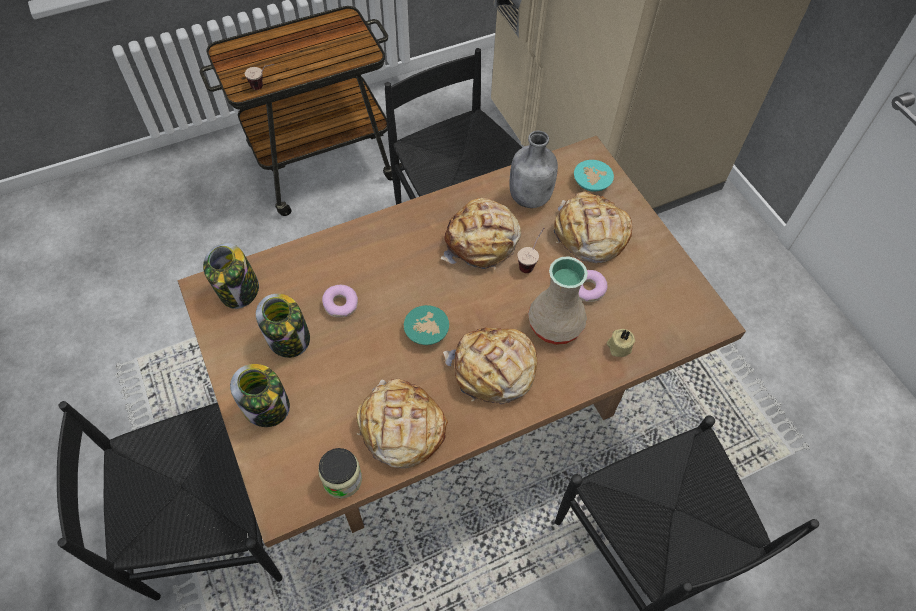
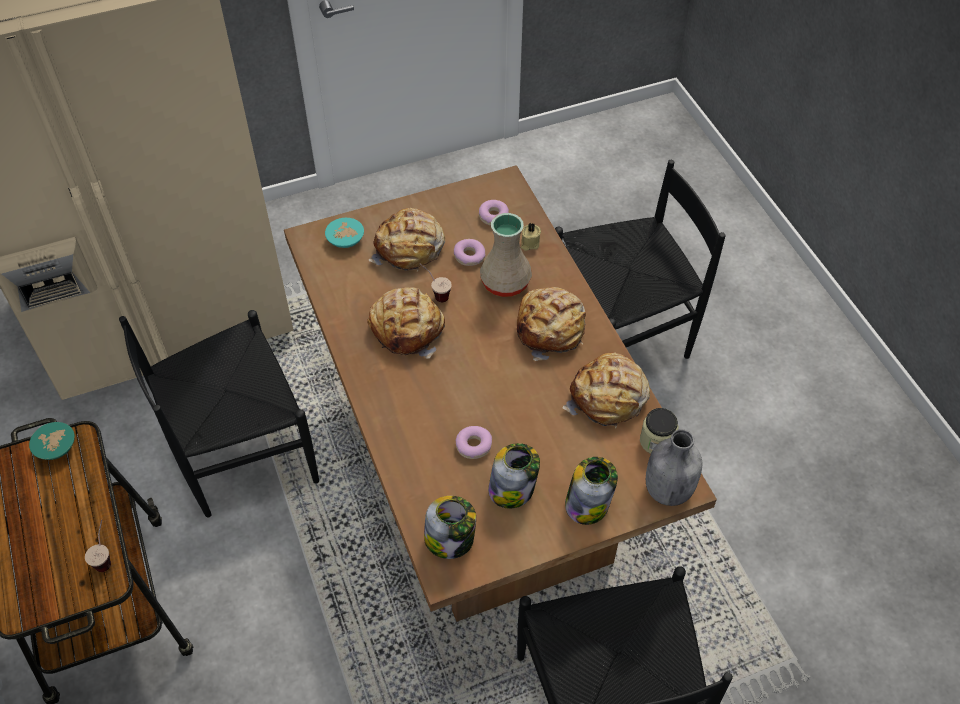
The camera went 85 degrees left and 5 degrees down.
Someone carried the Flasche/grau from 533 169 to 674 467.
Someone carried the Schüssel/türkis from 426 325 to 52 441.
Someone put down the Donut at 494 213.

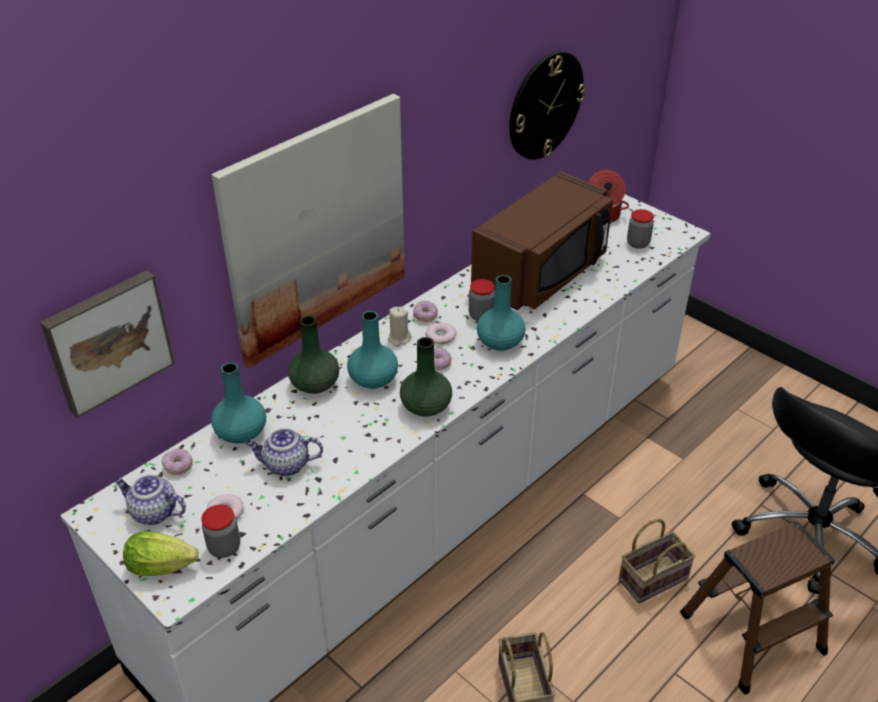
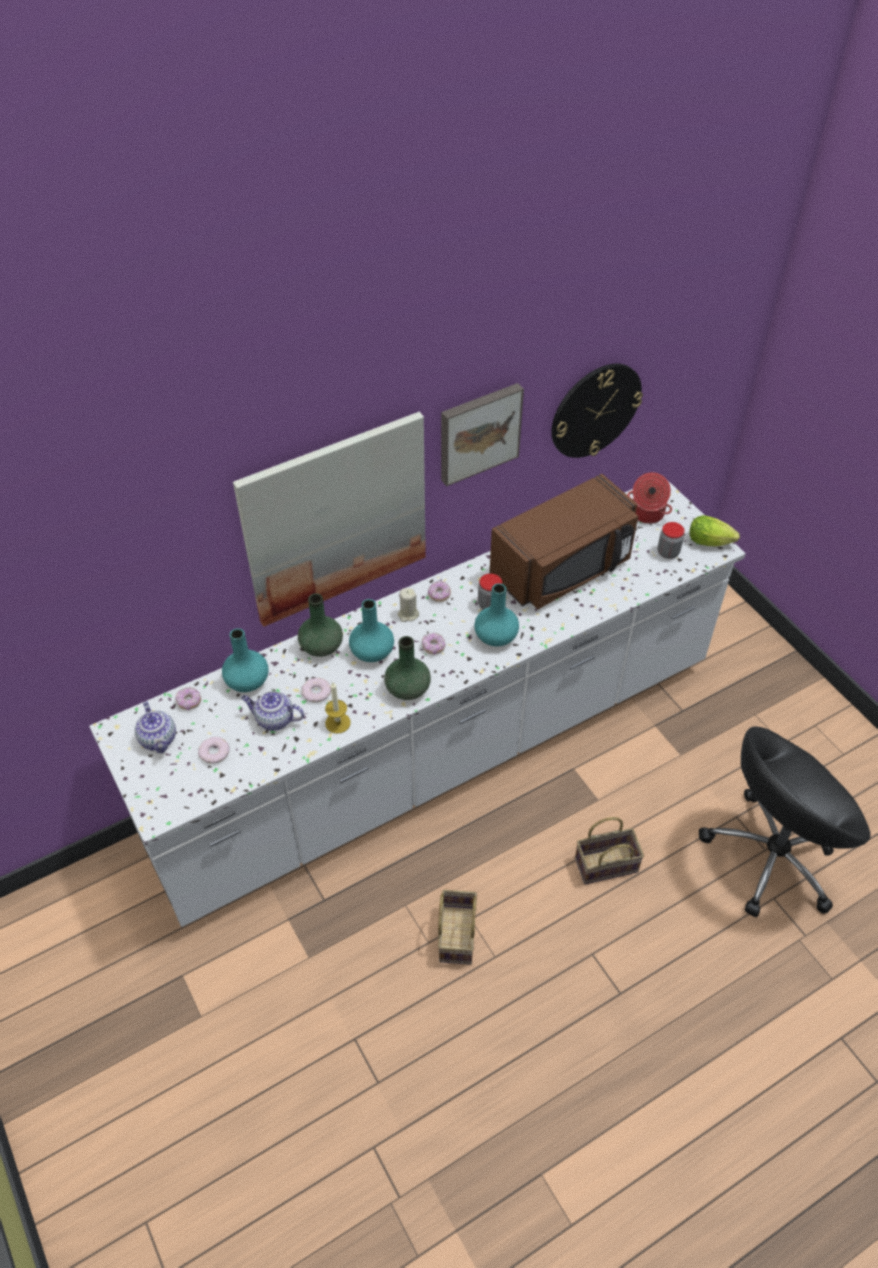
The camera went 15 degrees right and 10 degrees up.
Someone carried the Bild from 107 344 to 482 434.
Someone carried the Donut from 440 333 to 316 690.
Someone rotated the Teekanne at 149 500 by 150 degrees counterclockwise.
Someone took away the Vorratsglas at 220 531.
Someone took away the Trittleiter/braun at 757 607.
Someone carried the Salatkopf from 160 553 to 715 530.
Someone put down the Kerze at 338 708.

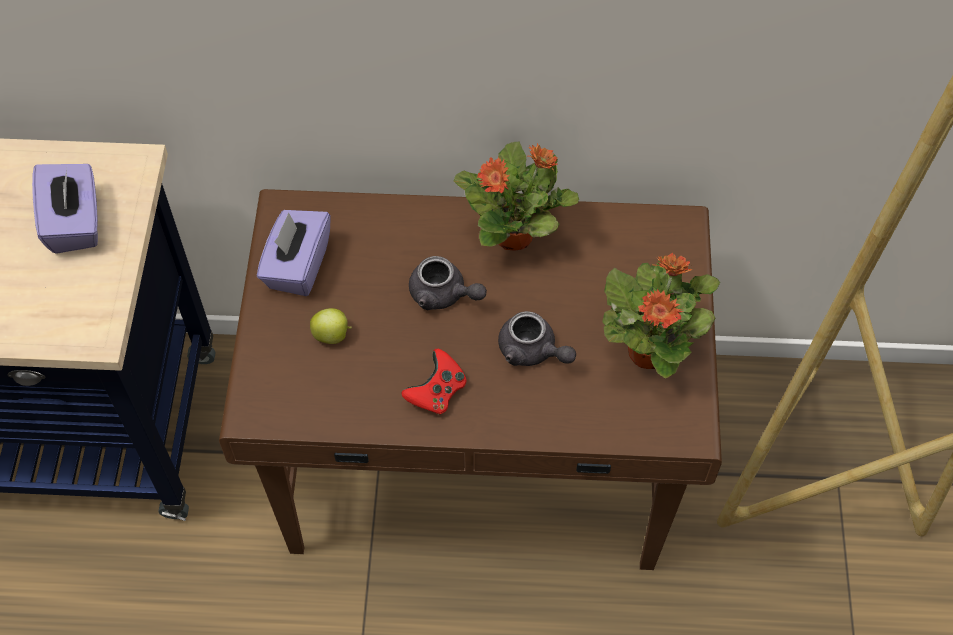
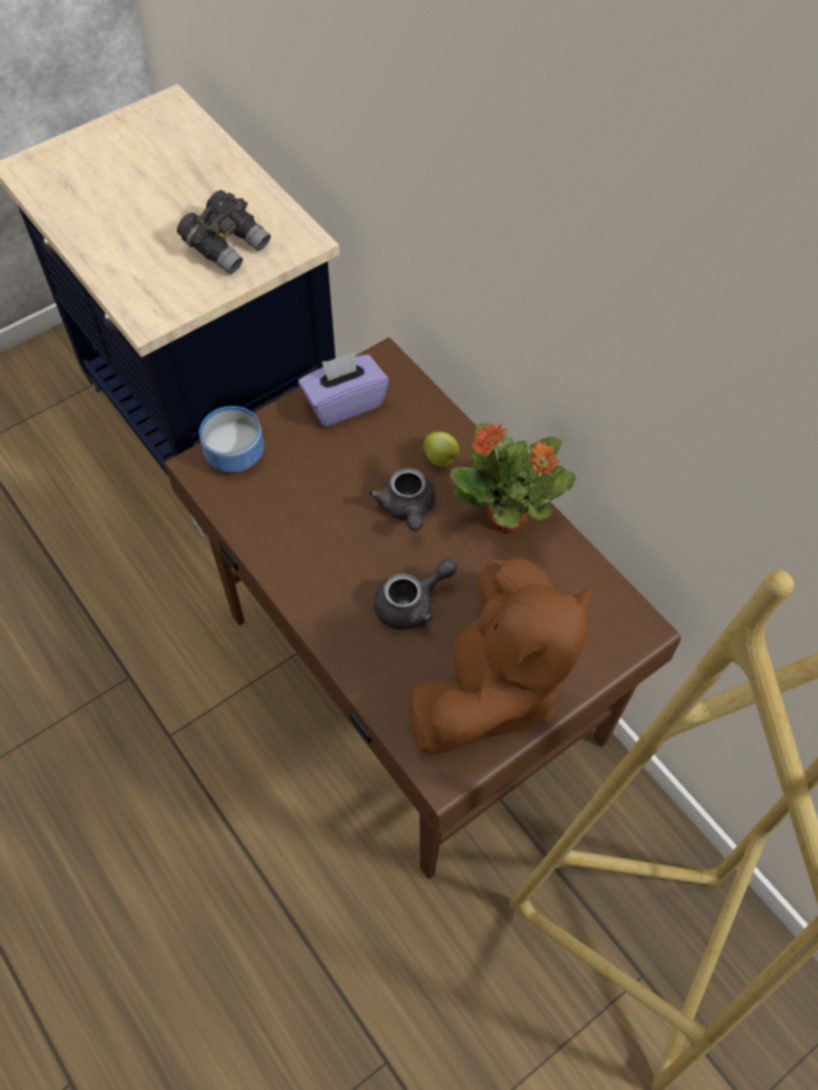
The camera went 50 degrees right and 0 degrees up.
Someone swapped the Taschentuchbox/lila at 65 209 for the Fernglas/grau at 224 232.
Someone swapped the Topfpflanze at 661 316 for the Plüschtier/braun at 500 656.
Someone carried the Apfel from 331 326 to 441 449.
Someone rotated the Teekanne/grau at 537 338 by 120 degrees counterclockwise.
Someone took away the Gamepad/rot at 434 381.
Someone put down the Schüssel at 231 439.

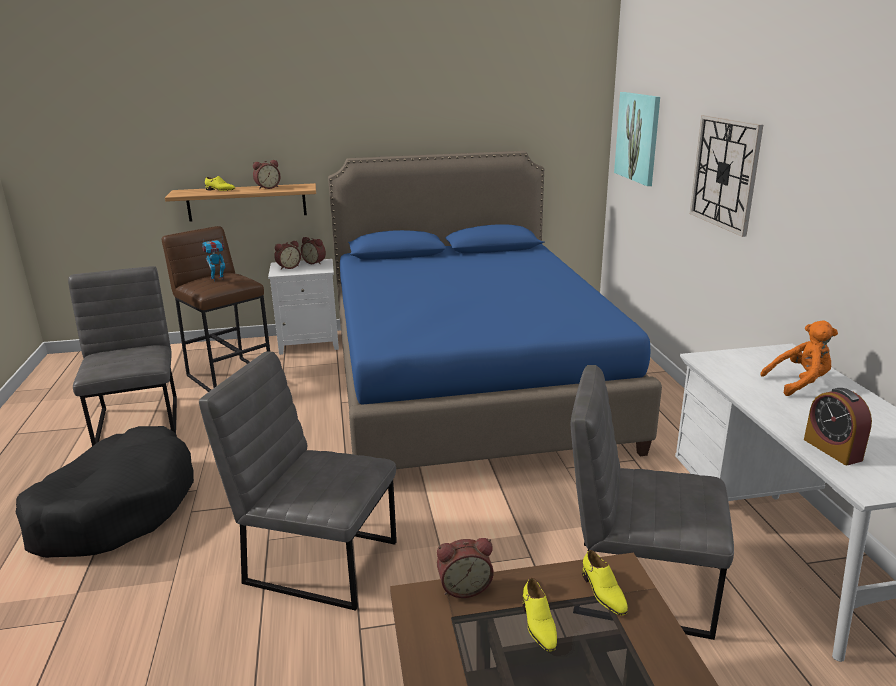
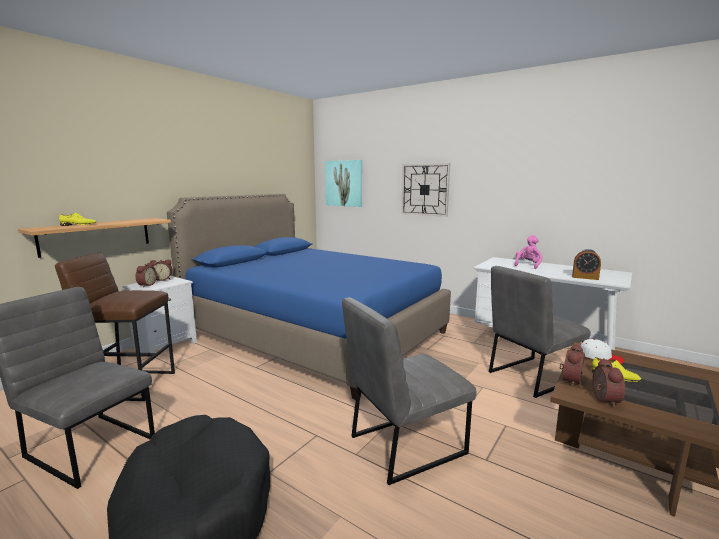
The camera went 45 degrees left and 10 degrees down.
Someone carried the Wecker from 267 175 to 608 382.
Someone took away the Spielzeugroboter at 214 258.
Someone repainted the Plüschtier/orange at 799 358, which became the Plüschtier/rosa at 528 252.
Someone swapped the Schuh/gelb at 605 582 for the Kappe/weiß at 602 351.

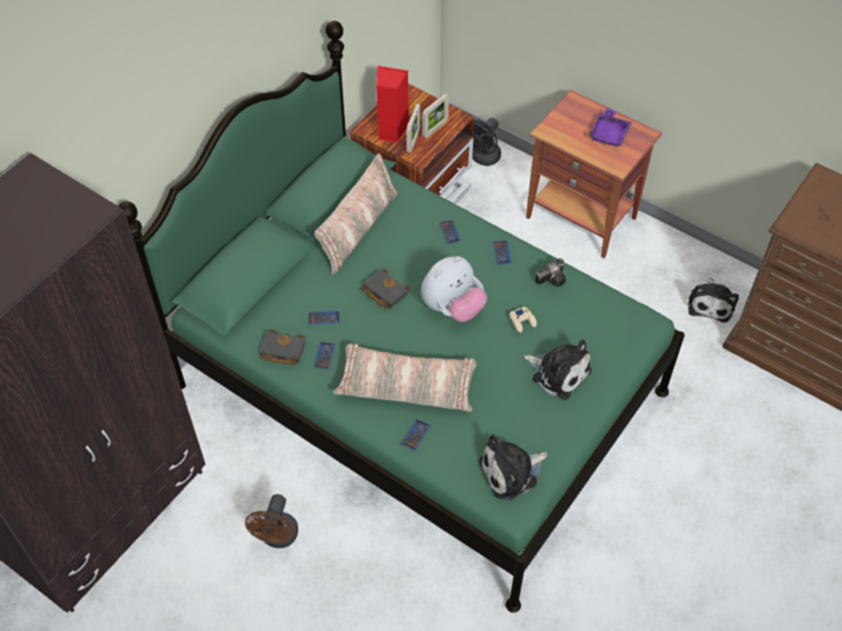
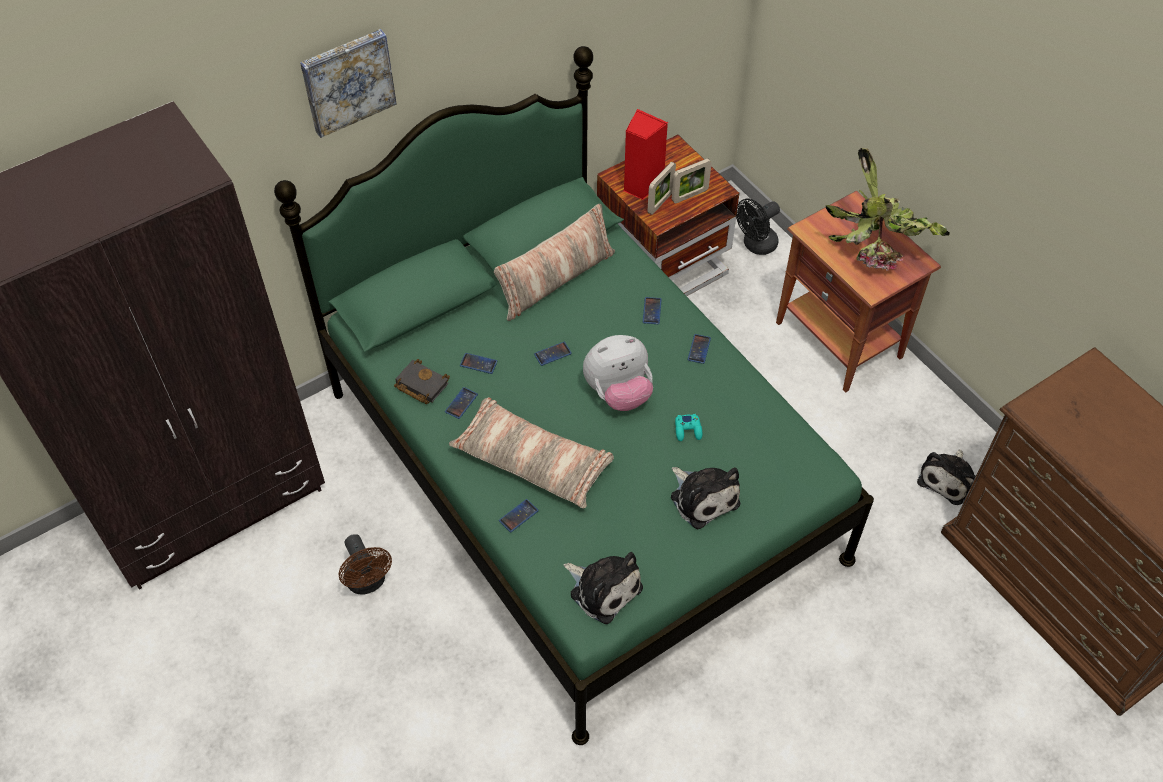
The camera went 20 degrees right and 0 degrees up.
Someone swapped the Tablett/lila at 610 127 for the Topfpflanze at 888 209.
Someone took away the Kamera at 550 272.
Someone swapped the Buch/schwarz at 385 289 for the Handy at 553 354.
Someone repainted the Gamepad/beige at 523 320, which became the Gamepad/türkis at 688 427.
Someone rotated the Plüschtier at 513 467 by 135 degrees counterclockwise.
Someone rotated the Ventilator/braun at 271 521 by 60 degrees counterclockwise.
Someone put up the Bild at 348 83.

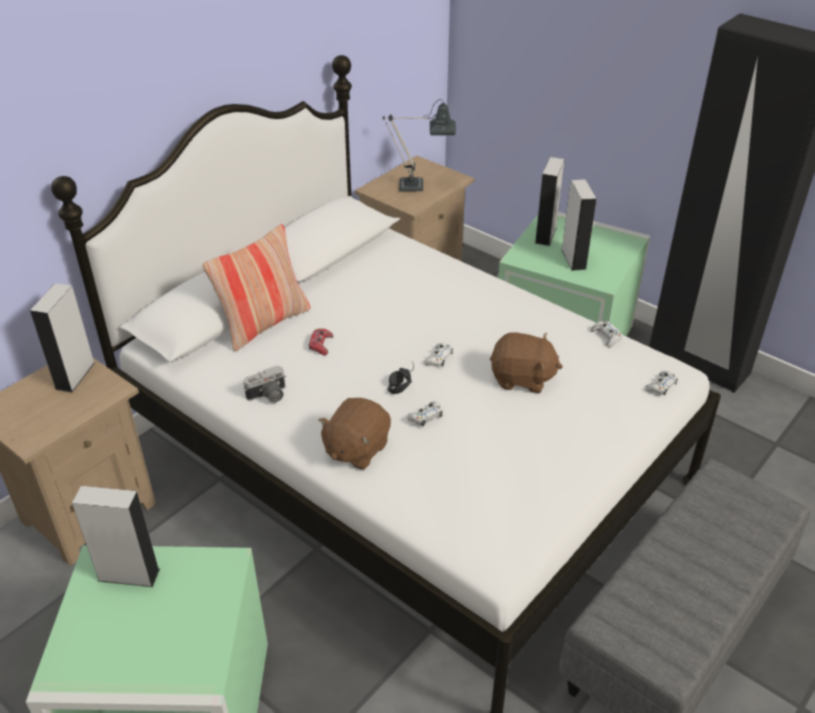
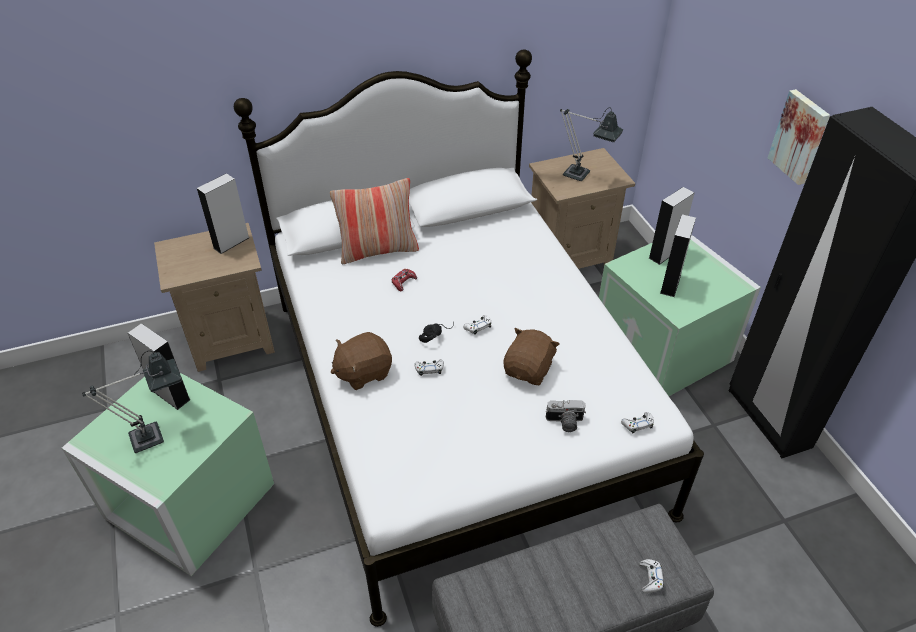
The camera went 30 degrees right and 5 degrees up.
Someone carried the Gamepad/weiß from 606 334 to 651 576.
Someone rotated the Plüschtier/braun at 526 362 by 105 degrees counterclockwise.
Someone carried the Kamera from 264 384 to 566 416.
Someone put up the Bild at 799 137.
Someone put down the Tischlampe at 132 402.

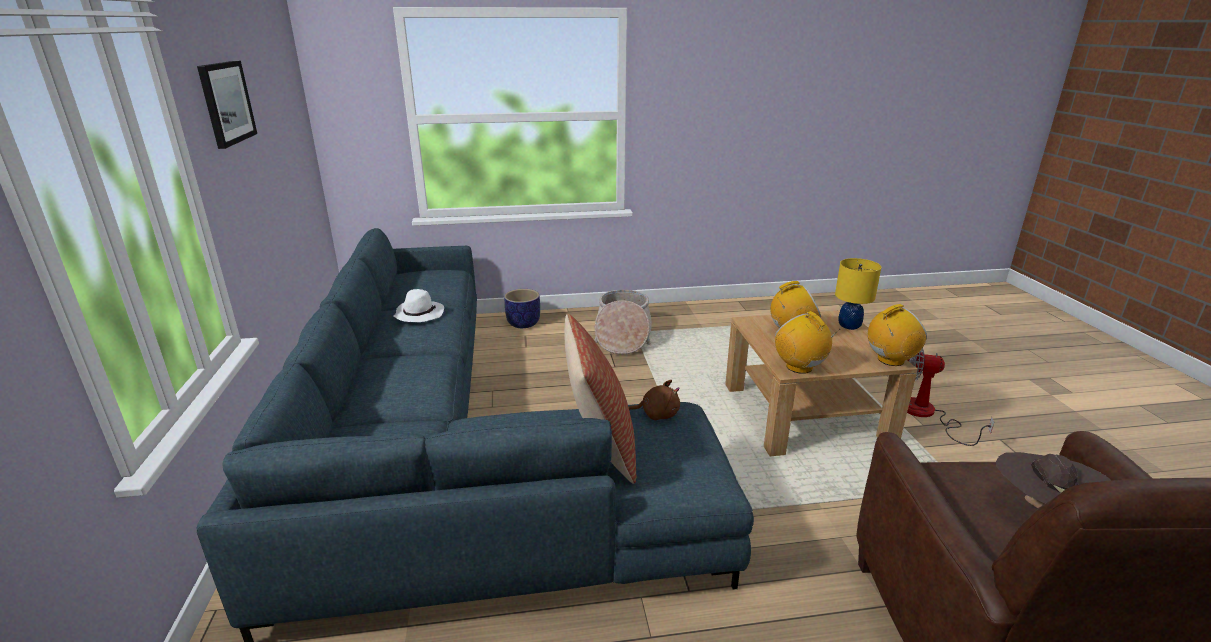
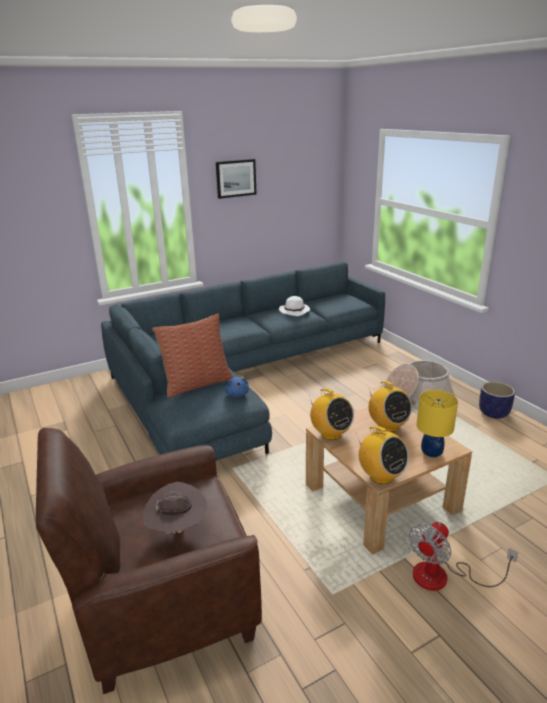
The camera went 70 degrees right and 0 degrees up.
Someone carried the Pflanzkübel from 522 308 to 497 400.
Someone rotated the Radio at 807 342 by 105 degrees clockwise.
Someone rotated the Ventilator at 950 397 by 135 degrees counterclockwise.
Someone repainted the Plüschtier/braun at 654 400, which became the Plüschtier/blau at 237 387.

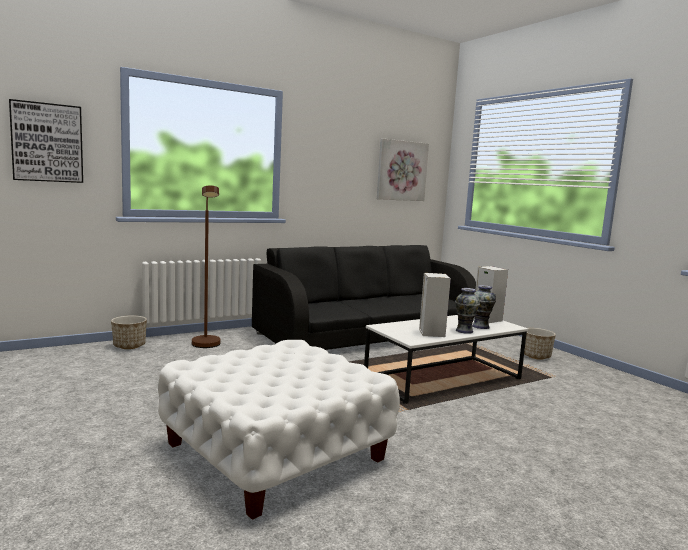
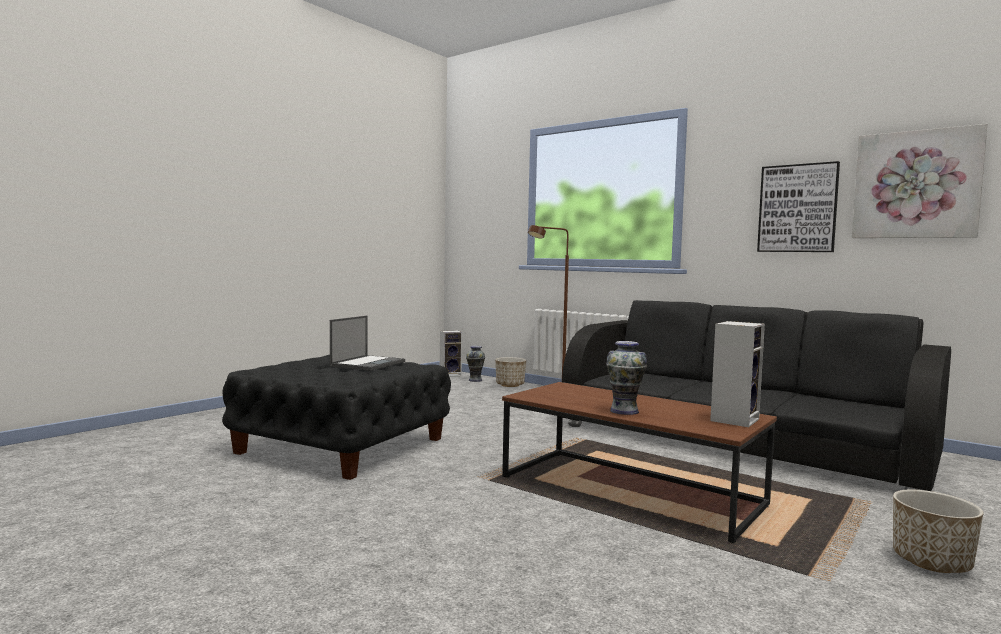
The camera went 70 degrees right and 5 degrees down.
Someone carried the Bild from 46 141 to 798 206.
Someone carried the Lautsprecher from 435 305 to 451 353.
Someone carried the Vase from 484 307 to 475 364.
Someone repainted the Couchtisch/weiß at 446 359, which became the Couchtisch/braun at 639 462.
Someone repainted the Polsterhocker/weiß at 279 430, which became the Polsterhocker/schwarz at 336 417.
Someone put down the Laptop at 367 343.

